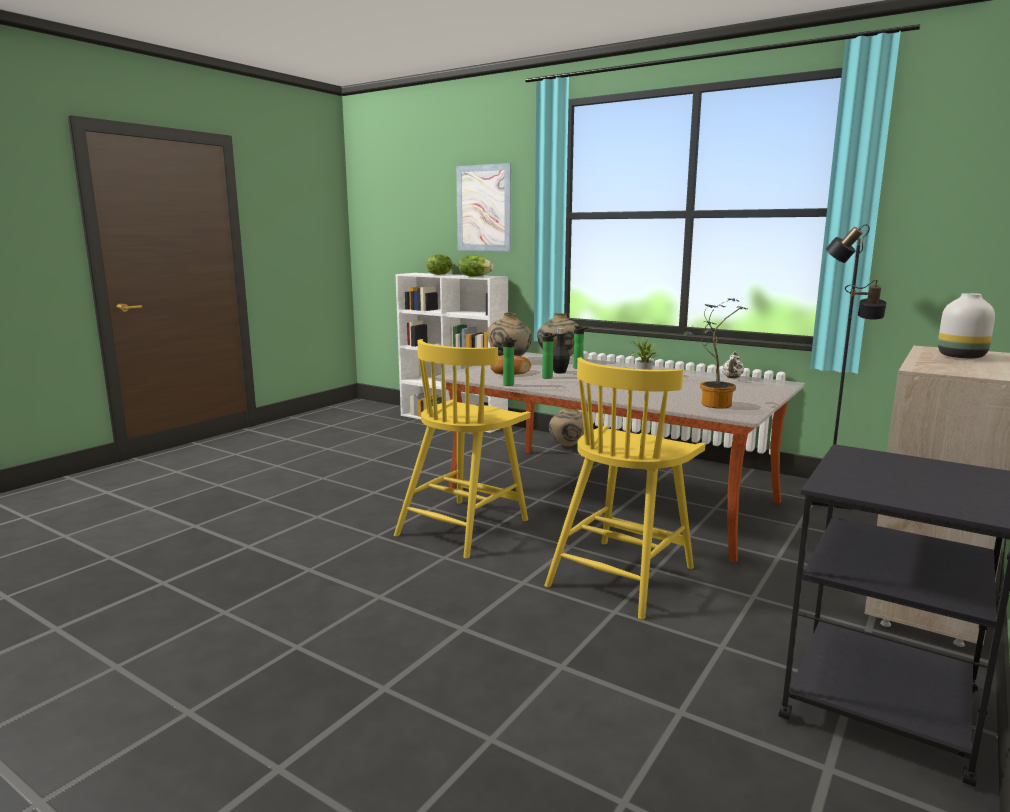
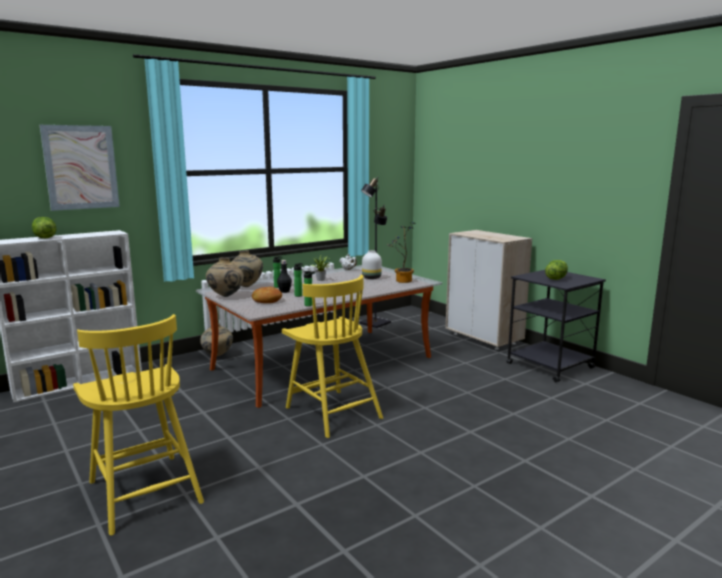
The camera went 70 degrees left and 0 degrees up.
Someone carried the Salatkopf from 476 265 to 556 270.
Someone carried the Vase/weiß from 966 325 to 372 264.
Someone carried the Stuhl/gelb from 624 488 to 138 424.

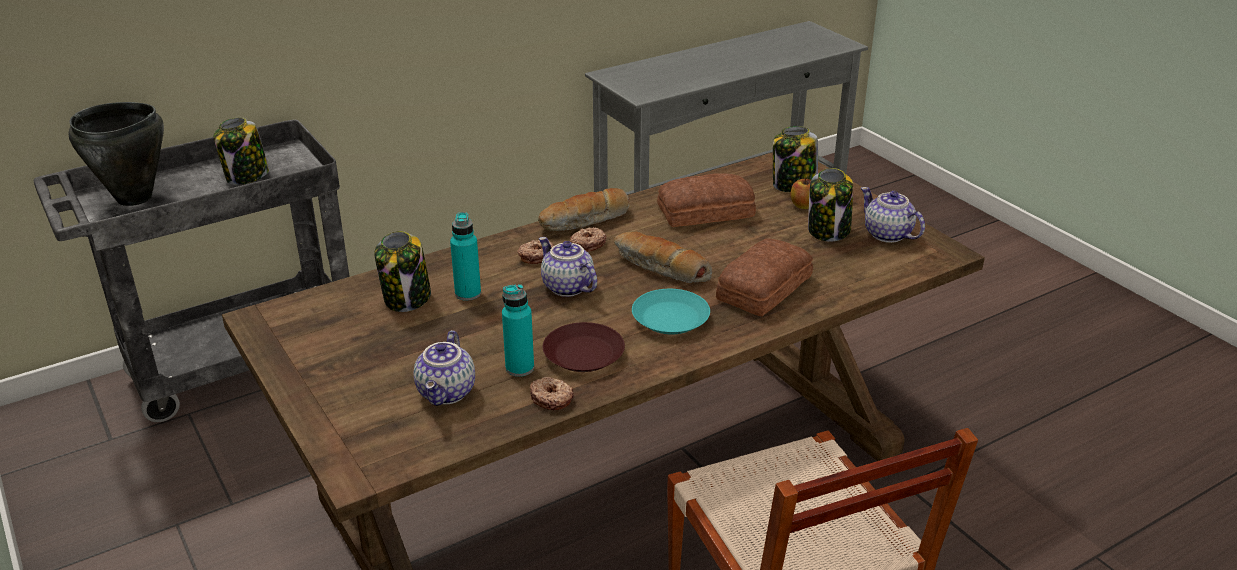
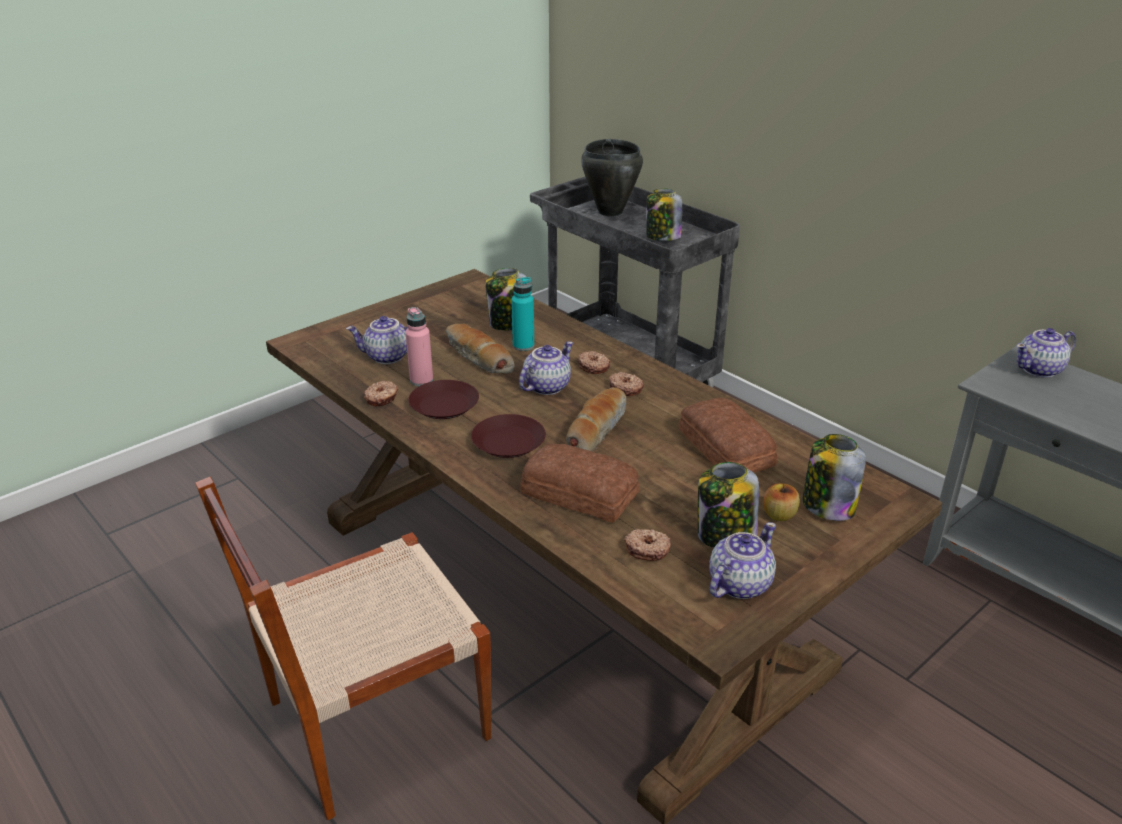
The camera went 80 degrees right and 0 degrees up.
Someone carried the Brot from 584 209 to 480 349.
Someone repainted the Flasche/türkis at 518 330, which became the Flasche/rosa at 419 346.
Someone repainted the Teller/türkis at 671 311, which became the Teller/braun at 508 436.
Someone put down the Teekanne at 1046 353.
Someone put down the Donut at 647 545.

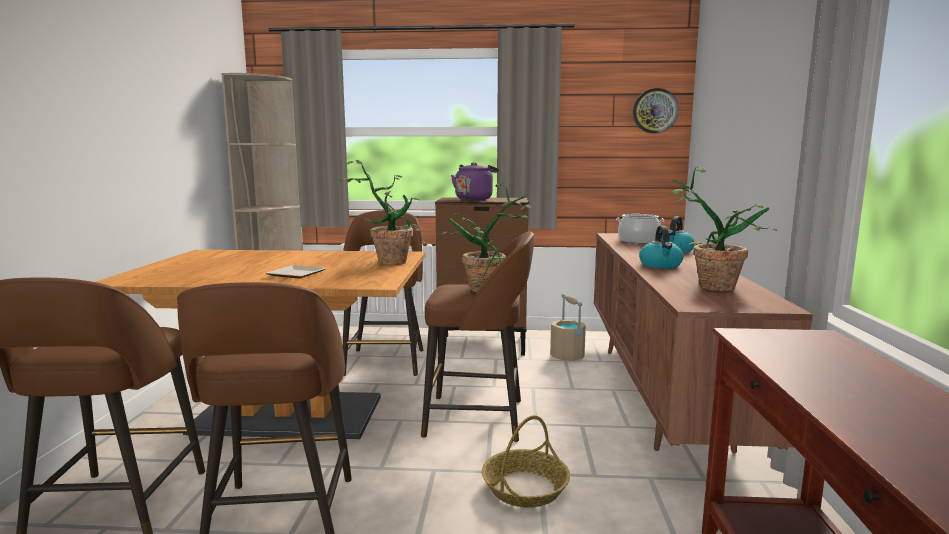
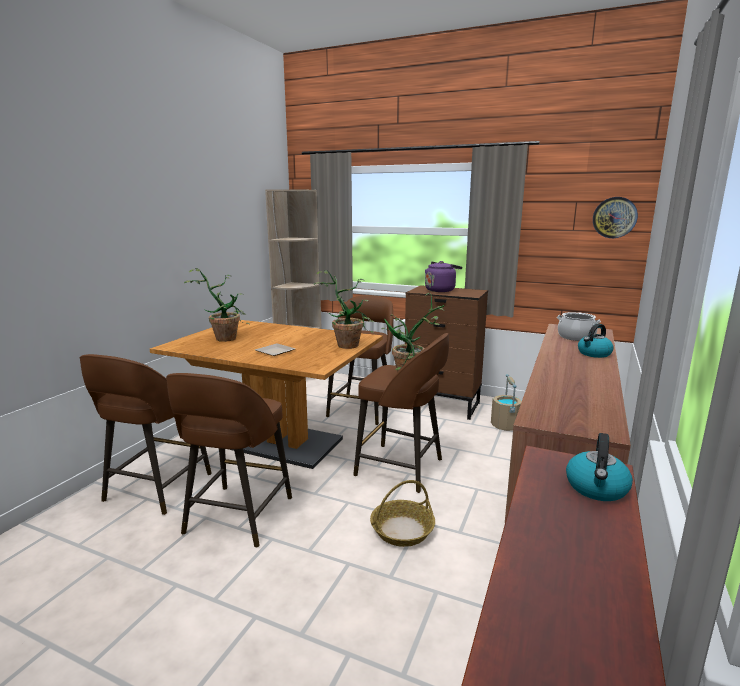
The camera went 20 degrees right and 5 degrees up.
Someone carried the Topfpflanze from 723 229 to 216 305.
Someone carried the Wasserkessel from 661 247 to 599 467.

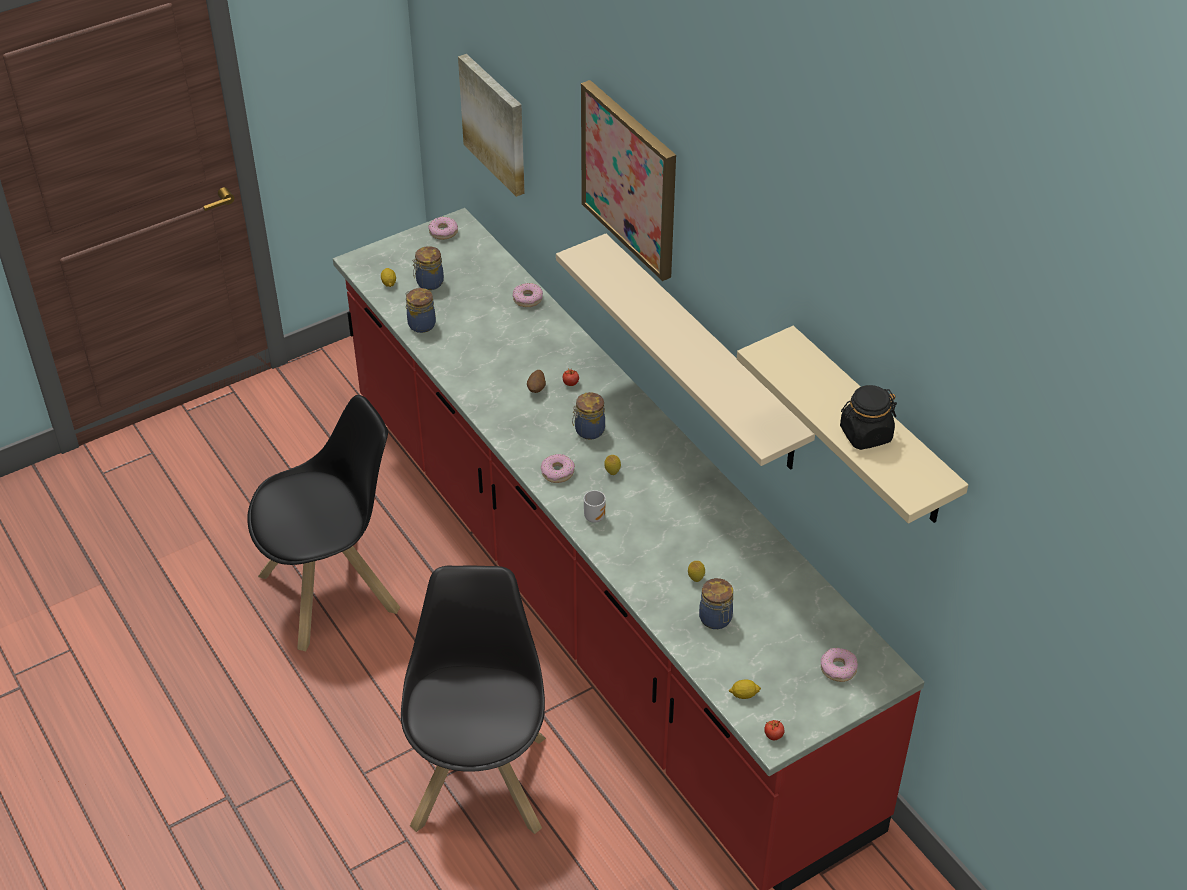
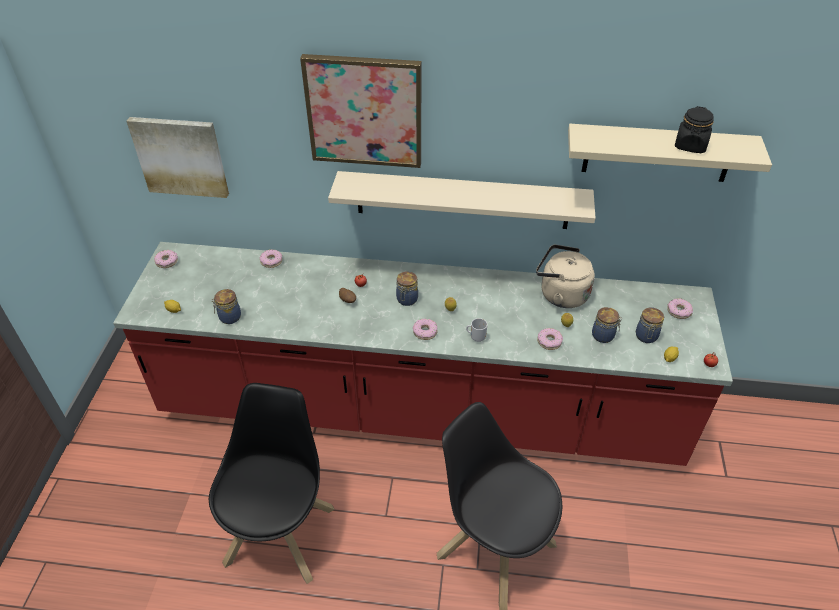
The camera went 50 degrees left and 0 degrees up.
Someone carried the Vorratsglas from 428 268 to 650 325.
Someone put down the Wasserkessel/beige at 565 276.
Someone put down the Donut at 550 339.

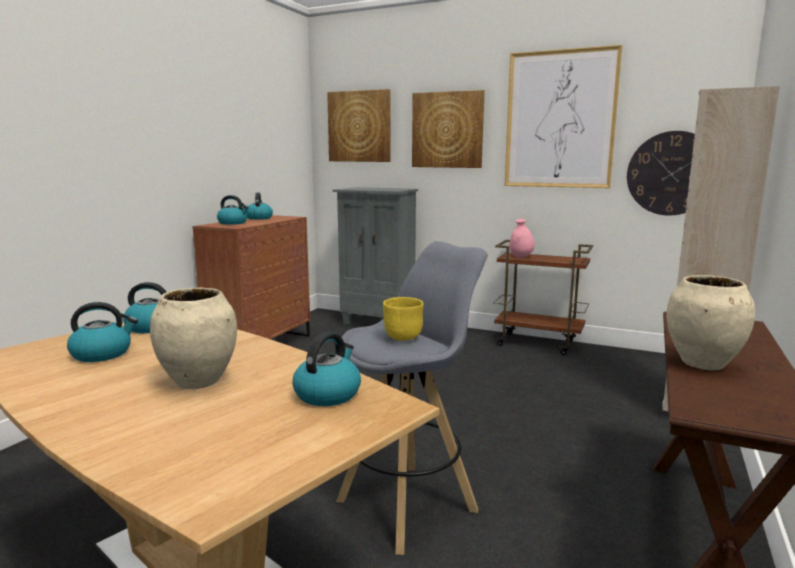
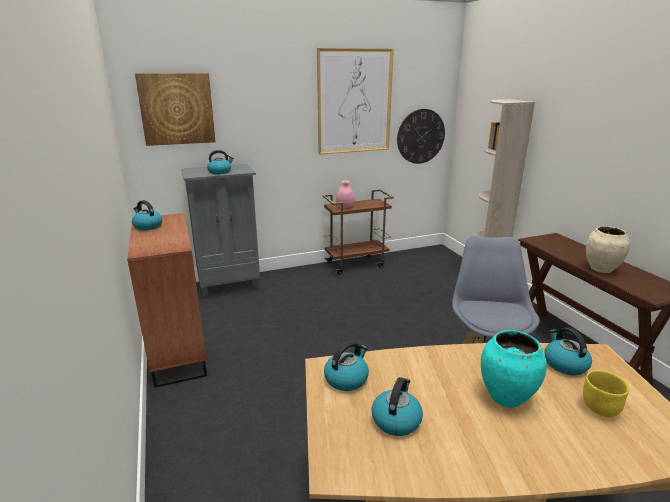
The camera went 45 degrees left and 10 degrees up.
Someone took away the Bild at 448 129.
Someone carried the Wasserkessel from 233 210 to 220 162.
Someone repainted the Vase/beige at 193 338, which became the Vase/türkis at 514 369.
Someone carried the Schüssel/gelb from 403 319 to 606 393.

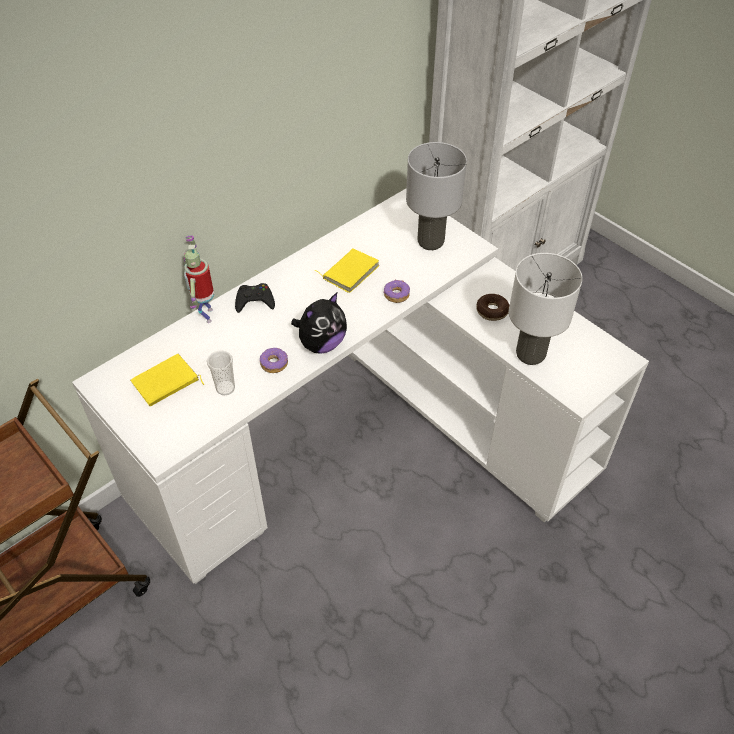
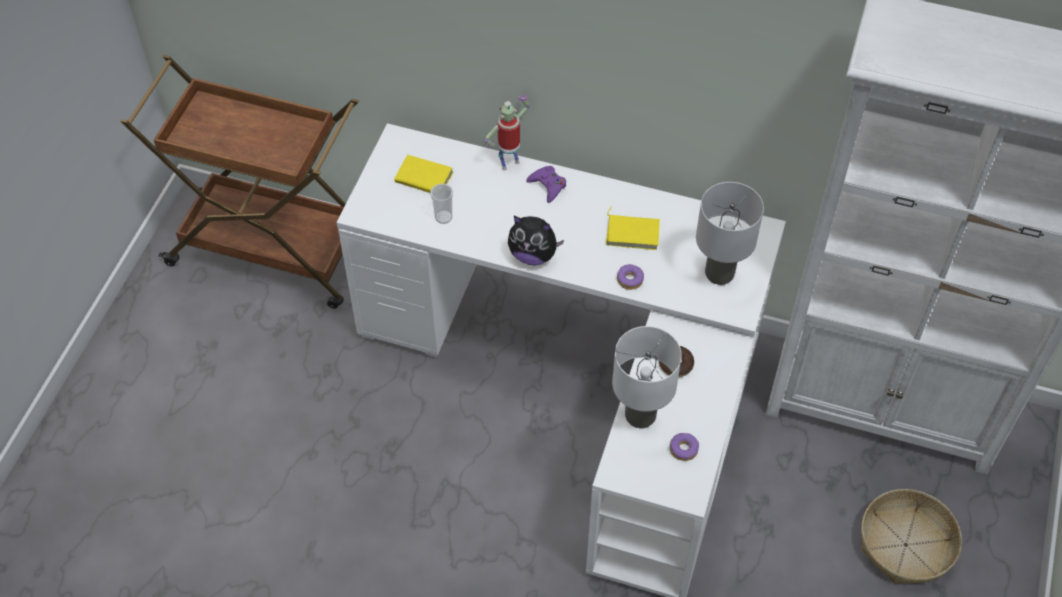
The camera went 60 degrees right and 5 degrees up.
Someone repainted the Gamepad/schwarz at 255 298, which became the Gamepad/lila at 546 184.
Someone carried the Donut from 274 360 to 684 447.
Someone put down the Korb at 911 536.

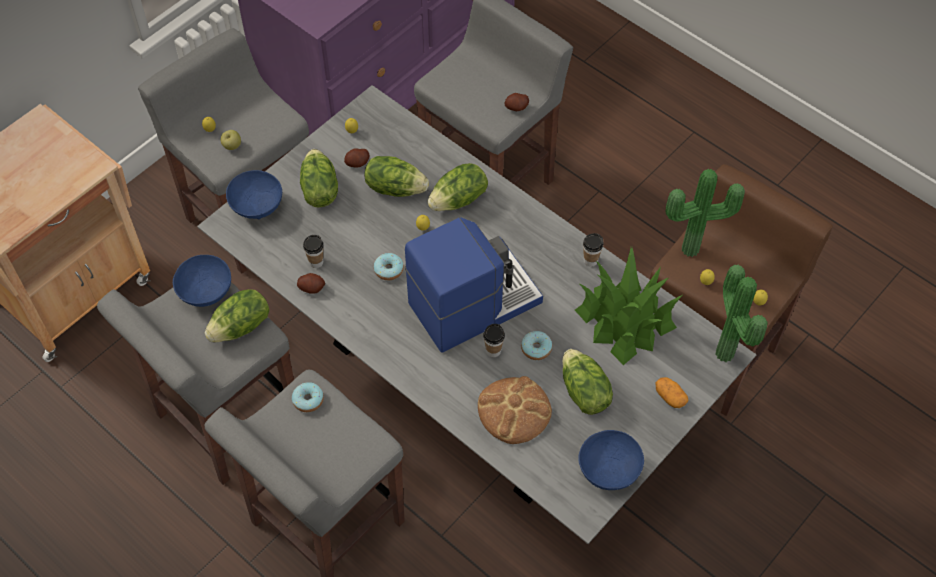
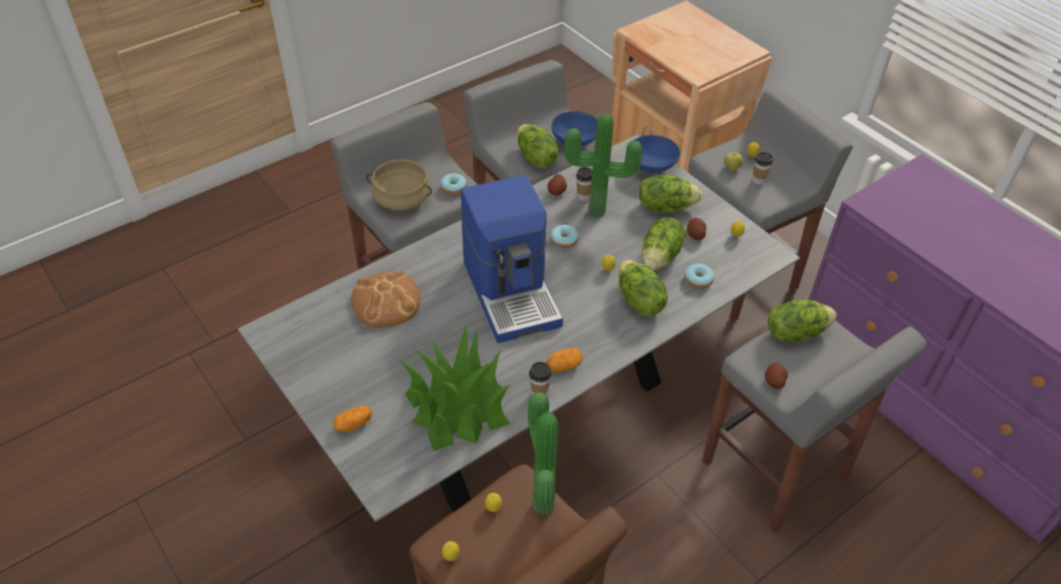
The camera went 100 degrees right and 10 degrees down.
Someone carried the Topfpflanze from 741 313 to 603 166.
Someone carried the Tasse from 494 340 to 763 168.
Someone carried the Donut from 536 345 to 699 276.
Someone carried the Salatkopf from 587 382 to 802 321.
Someone took away the Schüssel/blau at 611 460.
Someone put down the Kochtopf/beige at 399 185.
Someone put down the Kartoffel at 565 360.

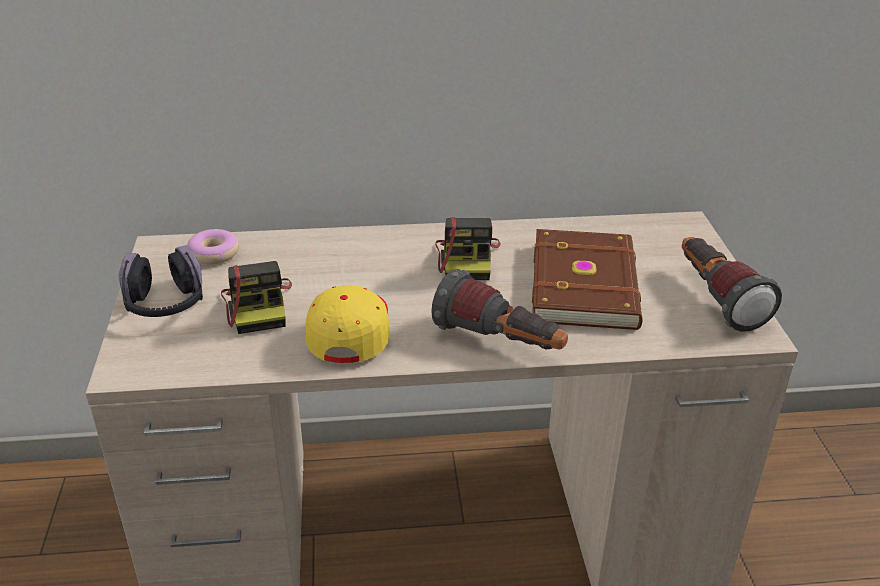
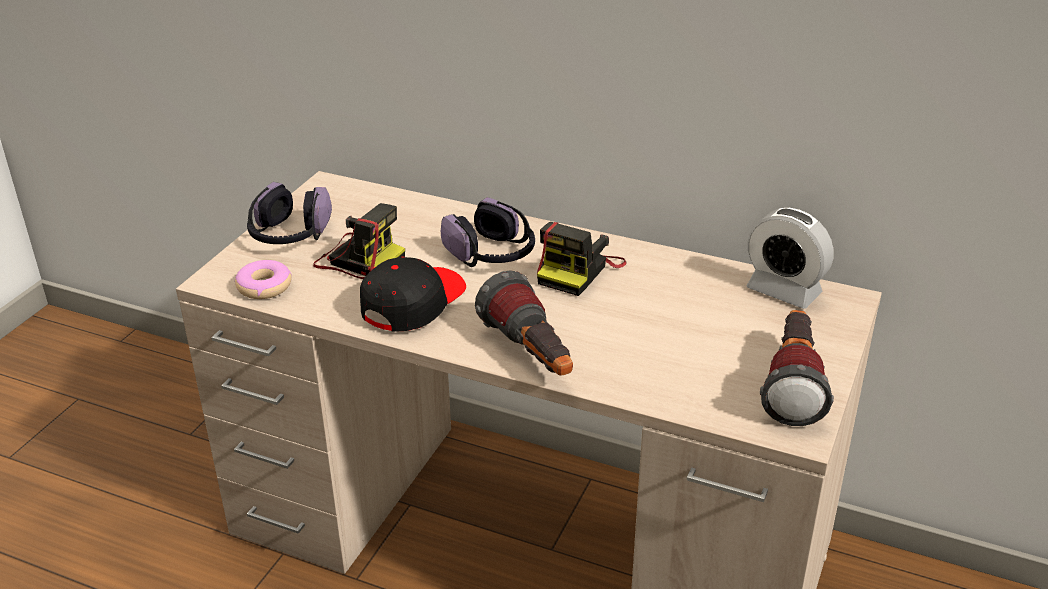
The camera went 30 degrees right and 0 degrees up.
Someone carried the Donut from 213 246 to 263 279.
Someone took away the Buch/braun at 587 279.
Someone rotated the Kamera at 256 297 by 75 degrees counterclockwise.
Someone repainted the Kappe/gelb at 348 324, which became the Kappe/schwarz at 413 294.
Someone put down the Kopfhörer at 488 232.
Someone put down the Wecker at 790 258.

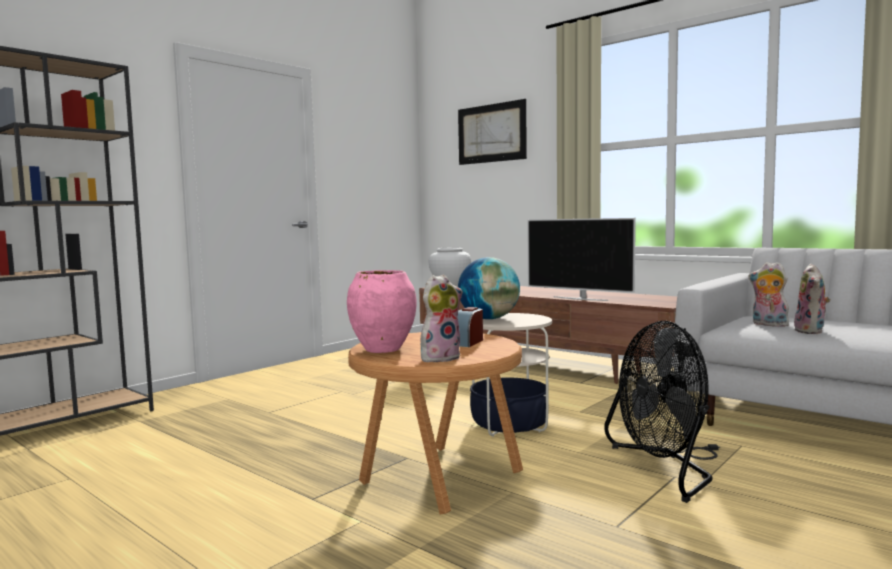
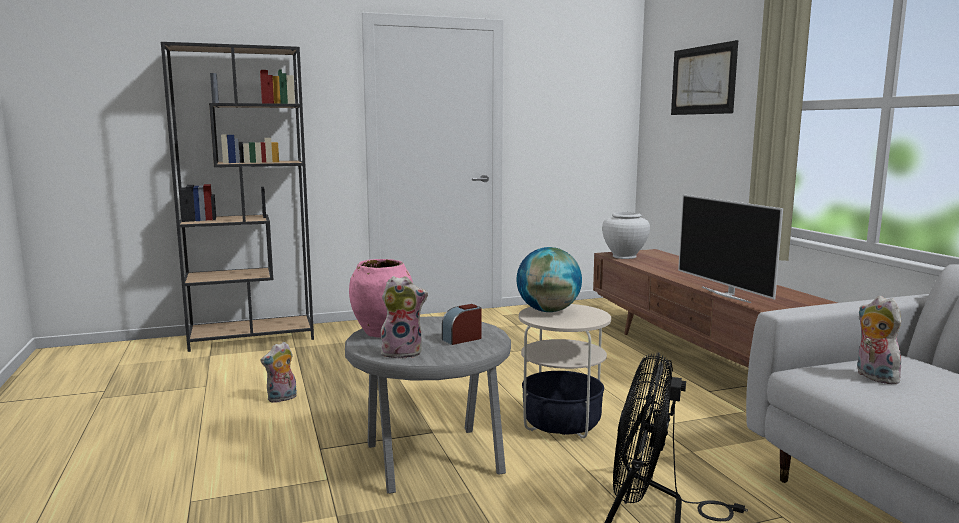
The camera went 30 degrees right and 5 degrees up.
Someone carried the Plüschtier from 812 299 to 279 372.
Someone repainted the Beistelltisch/braun at 435 423, which became the Beistelltisch/grau at 428 405.

